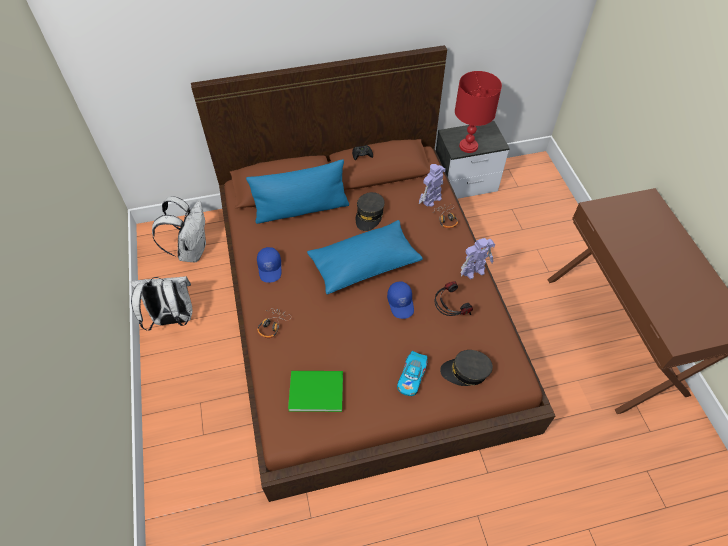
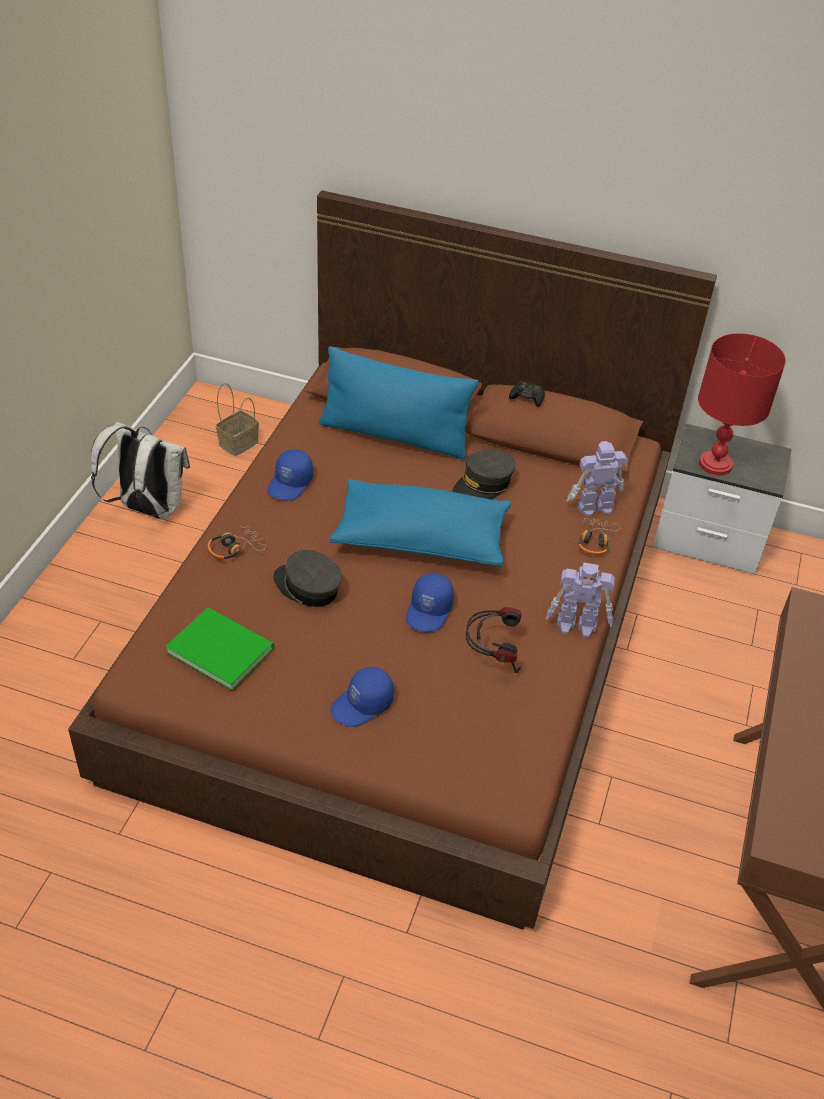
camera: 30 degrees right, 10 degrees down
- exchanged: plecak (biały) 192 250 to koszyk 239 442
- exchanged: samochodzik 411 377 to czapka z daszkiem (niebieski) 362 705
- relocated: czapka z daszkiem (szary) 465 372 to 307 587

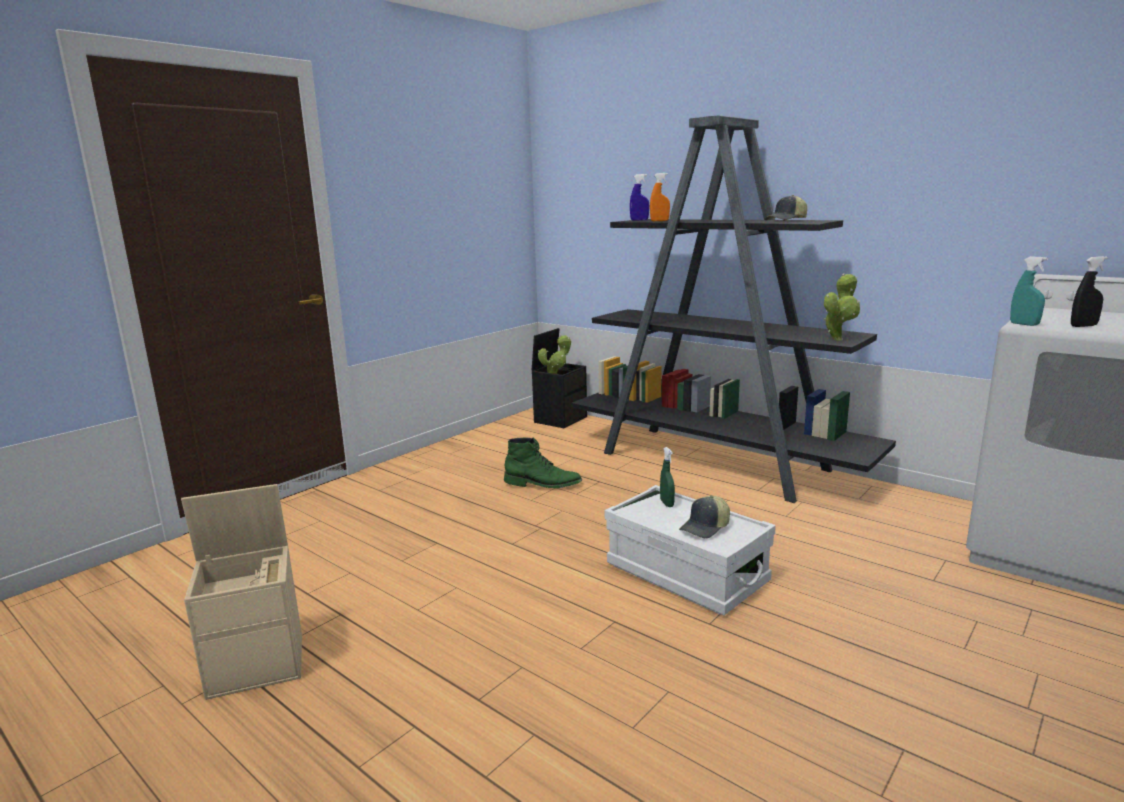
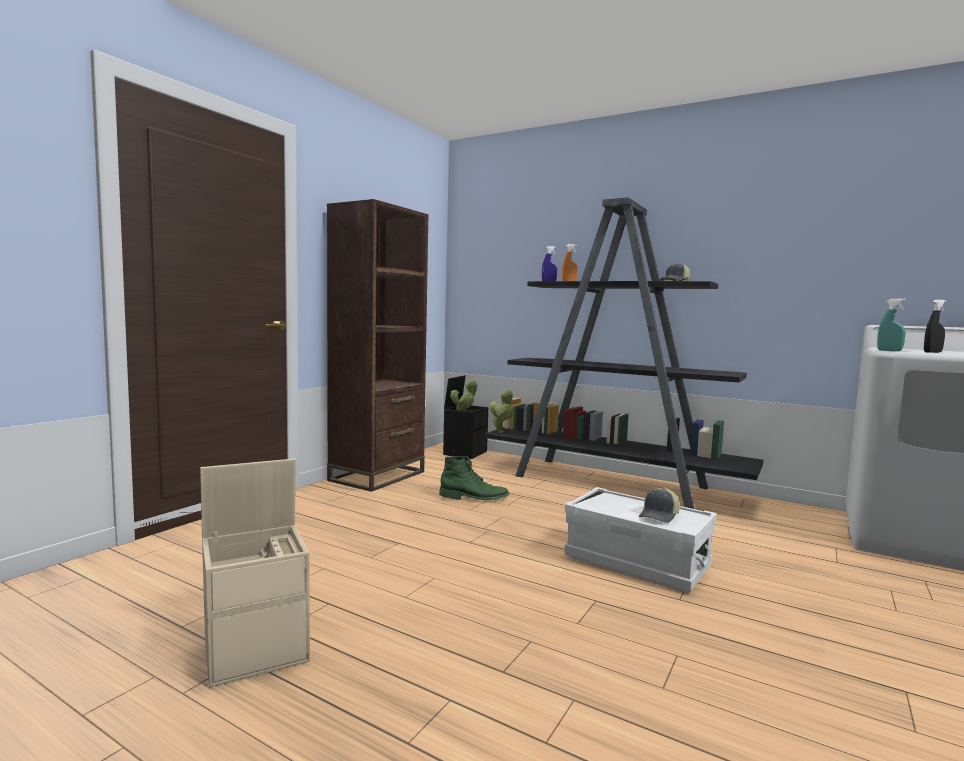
camera: 10 degrees left, 10 degrees down
- missing: spryskiwacz (zielony) 667 503
- relocated: roślina doniczkowa 838 339 to 501 431
- appeared: regał (brązowy) 377 476

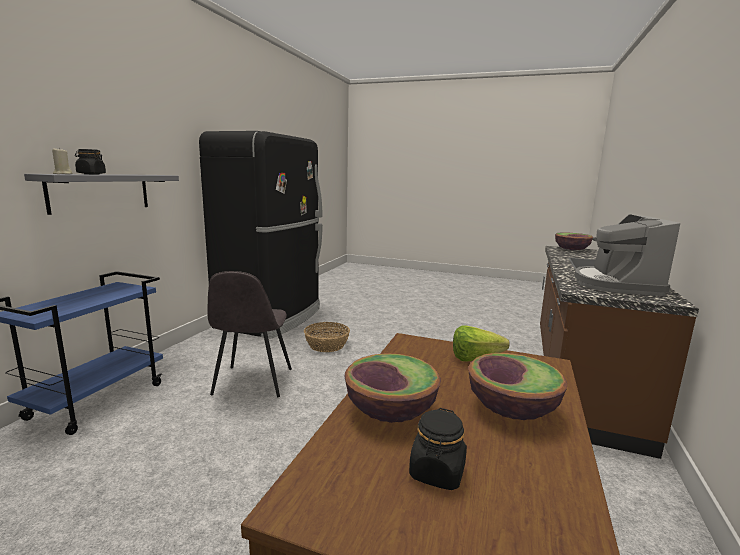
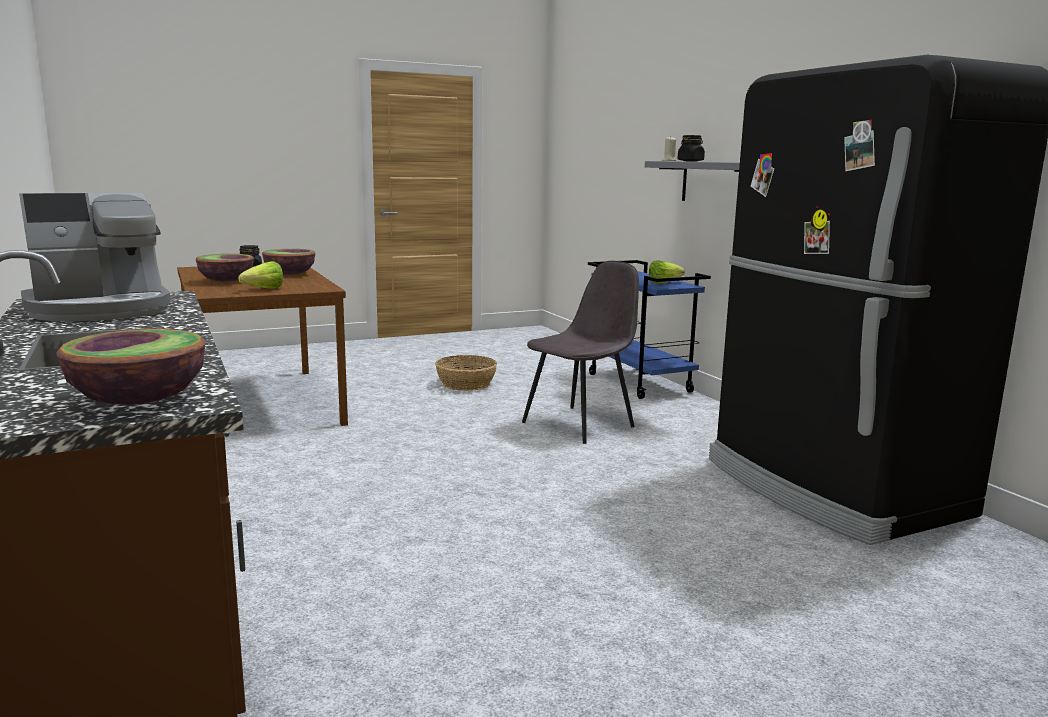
camera: 135 degrees right, 0 degrees up
- spun: krzesło (szary) 252 382 = 580 424 90 degrees clockwise
- relocated: koszyk 326 345 to 465 384
- spun: ekspres do kawy 616 284 = 101 309 90 degrees clockwise
- appeared: sałata 667 283

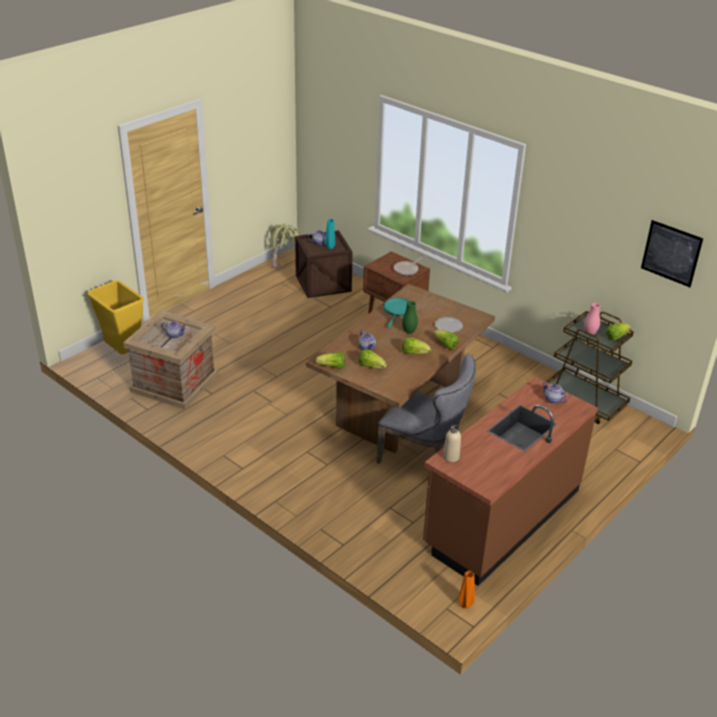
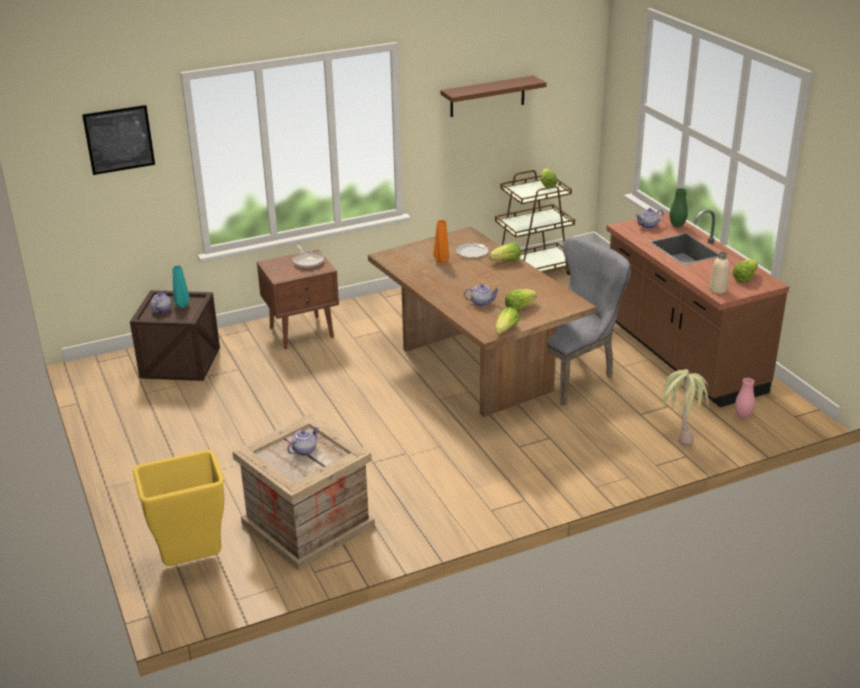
camera: 65 degrees left, 5 degrees down
- relocated: roślina doniczkowa 284 264 to 679 434
- missing: patelnia (turkusowy) 398 310
- relocated: wazon (zielony) 409 331 to 677 225
- relocated: sałata 414 352 to 744 278
- relocated: wazon (pomarańczowy) 464 604 to 441 261
- relocated: wazon (różowy) 590 333 to 743 415
- relocated: obraz 671 253 to 119 139
- appeared: półka (brązowy) 487 96

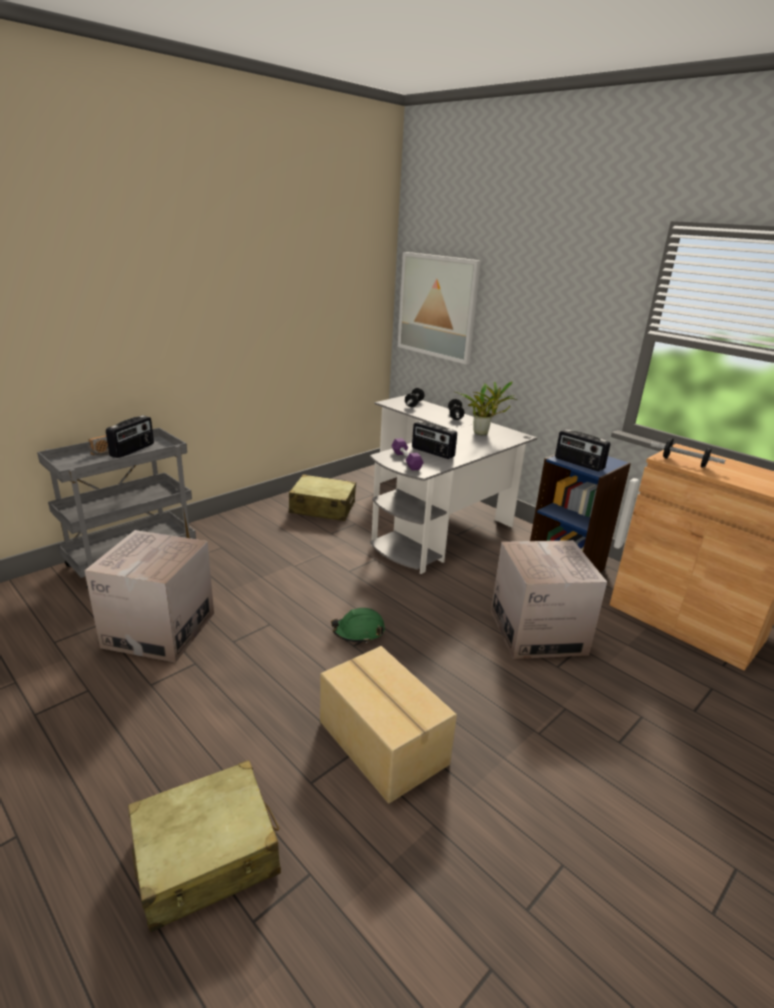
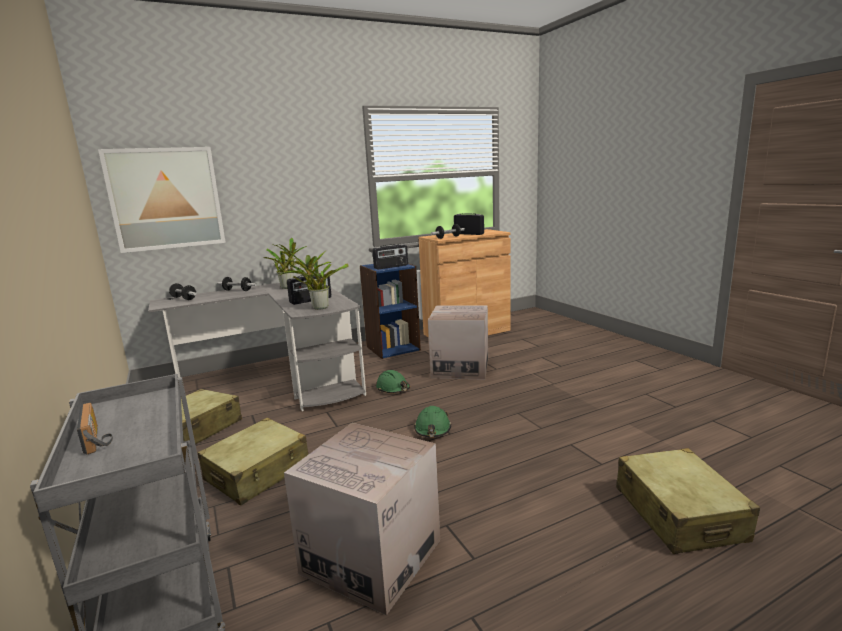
camera: 70 degrees left, 10 degrees down
- relocated: radio 133 450 to 469 234
- missing: karton 382 743
- exchanged: hantel (fioletowy) 406 460 to roślina doniczkowa 318 307
- appeared: walizka (beżowy) 258 472
- appeared: kask (zielony) 393 389

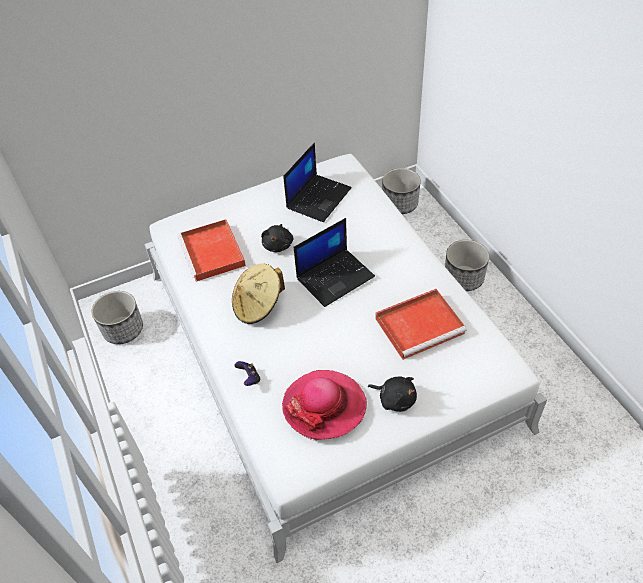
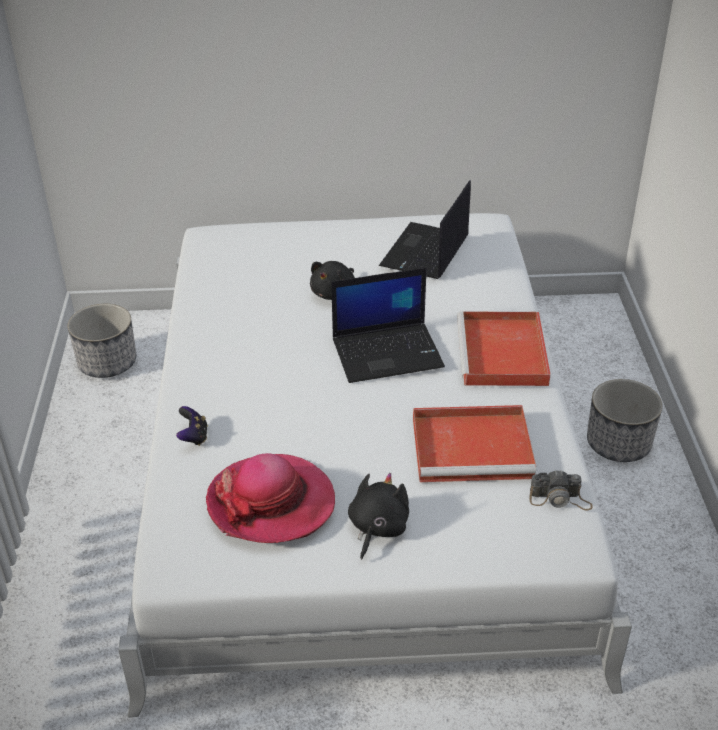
camera: 20 degrees right, 10 degrees down
- relocated: taca (czerwony) 213 253 to 503 354
- missing: kapelusz (beżowy) 258 306
- spun: laptop 318 197 = 425 252 150 degrees clockwise
- spun: pluszak (czarny) 395 399 = 377 528 120 degrees counterclockwise
- missing: donica 400 204
- appeared: aparat fotograficzny 560 499

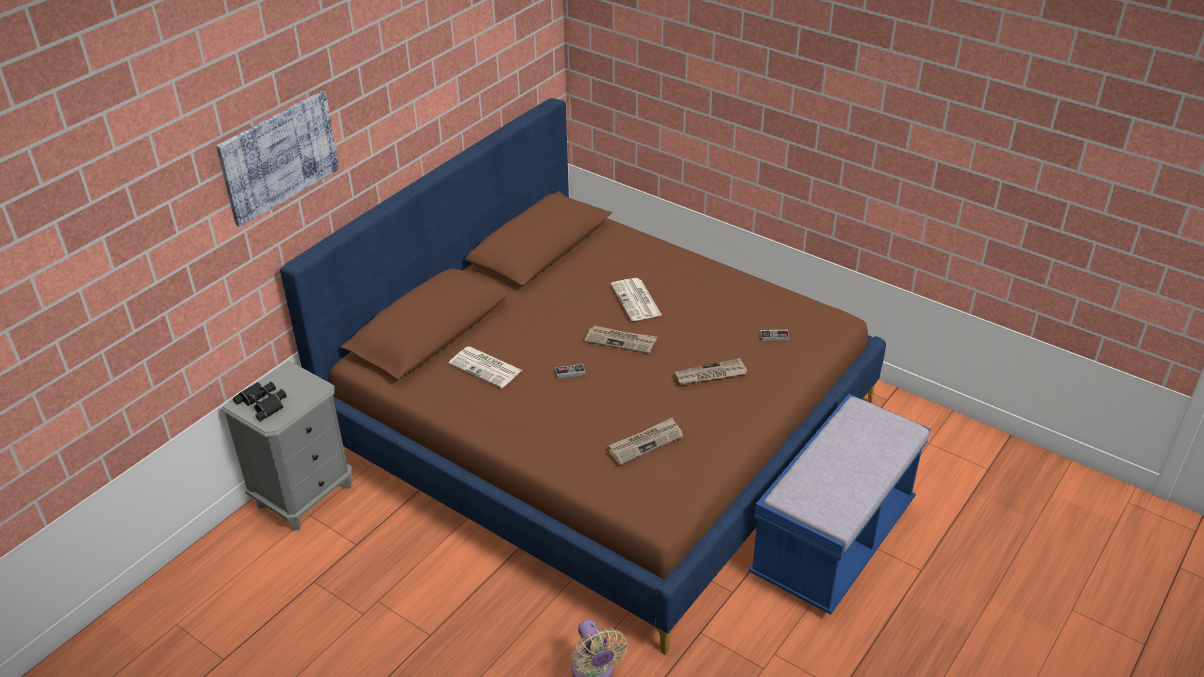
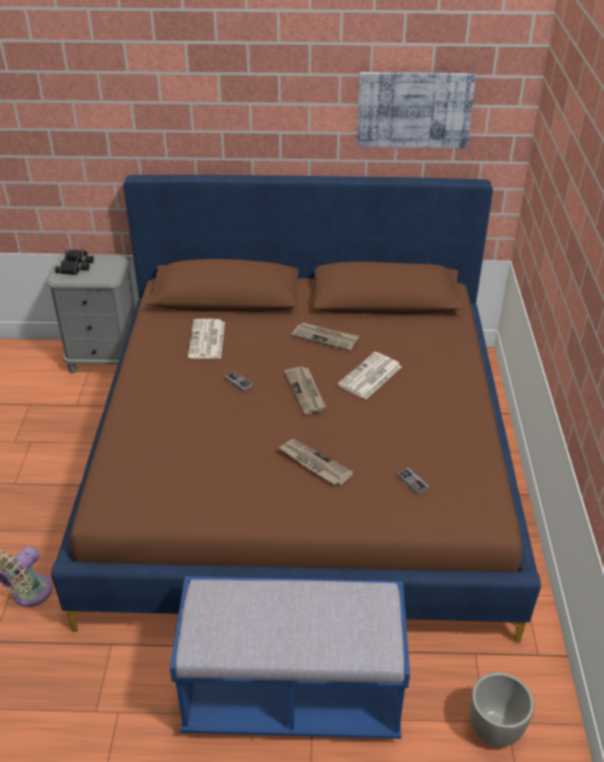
camera: 55 degrees right, 0 degrees up
- relocated: obraz 278 157 to 414 109
- relocated: gazeta 645 442 to 325 338
- appeared: donica (szary) 495 729

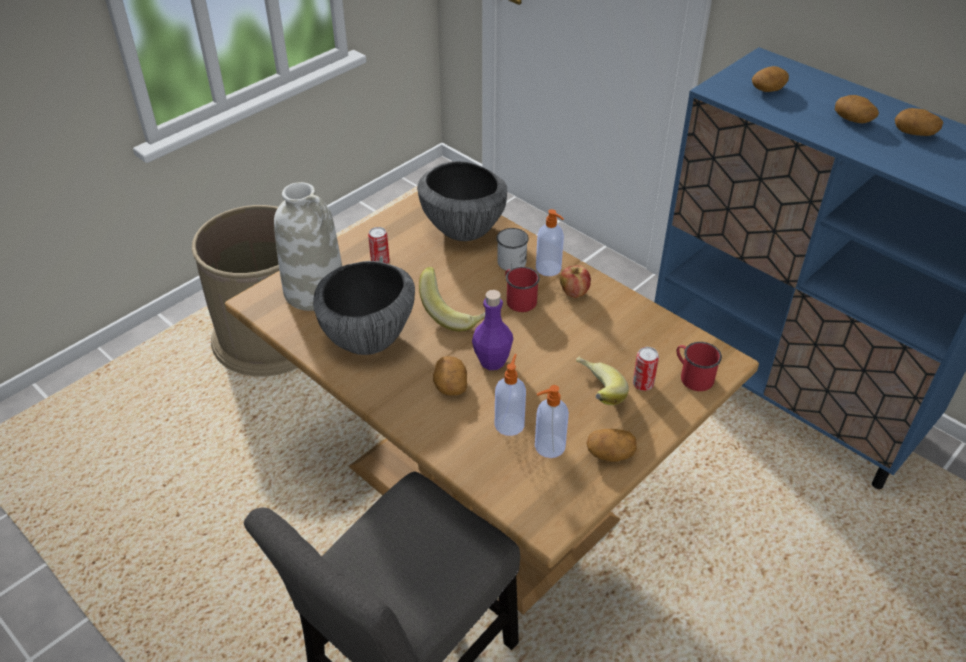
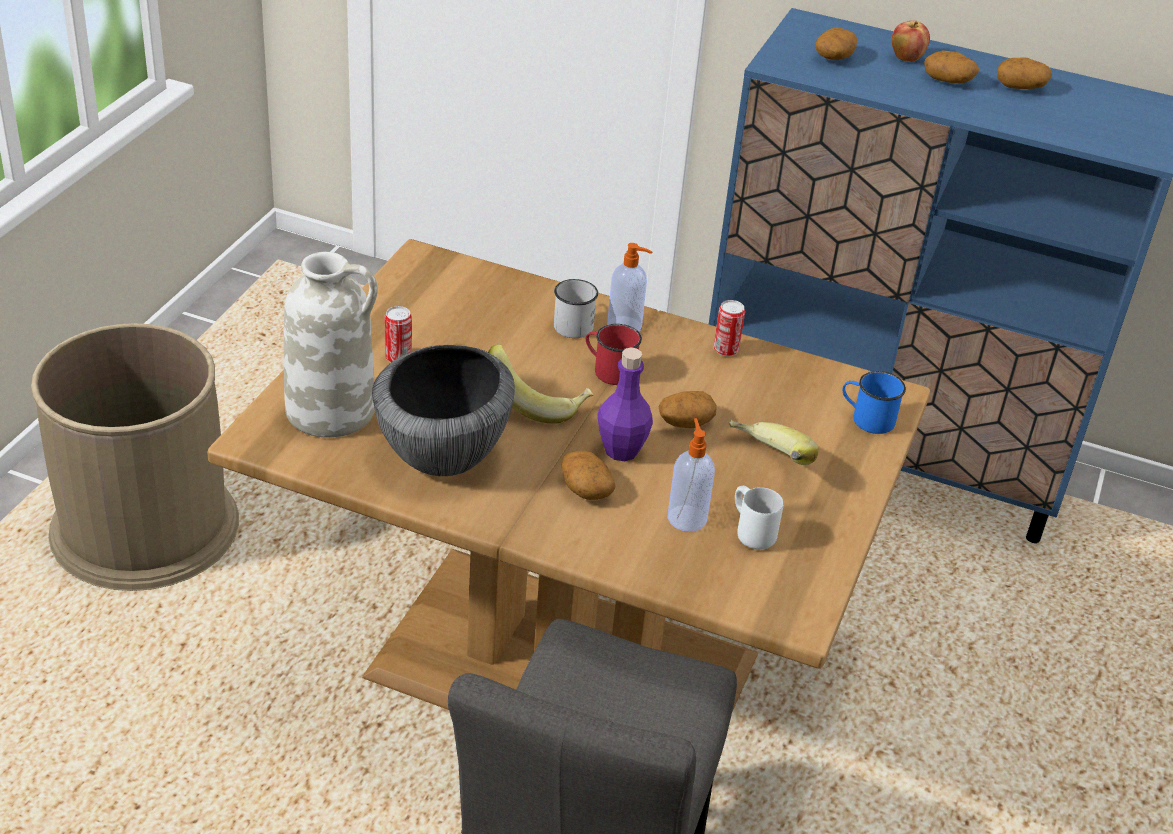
camera: 25 degrees left, 5 degrees down
- missing: miska 464 230
- exchanged: dozownik mydła 548 447 to kubek (biały) 748 533
- relocated: jabłko 574 293 to 906 58
- relocated: ziemniak 610 453 to 685 422
- relocated: puszka 643 384 to 725 350
- colour: kubek (czerwony) 692 376 to kubek (niebieski) 867 418

